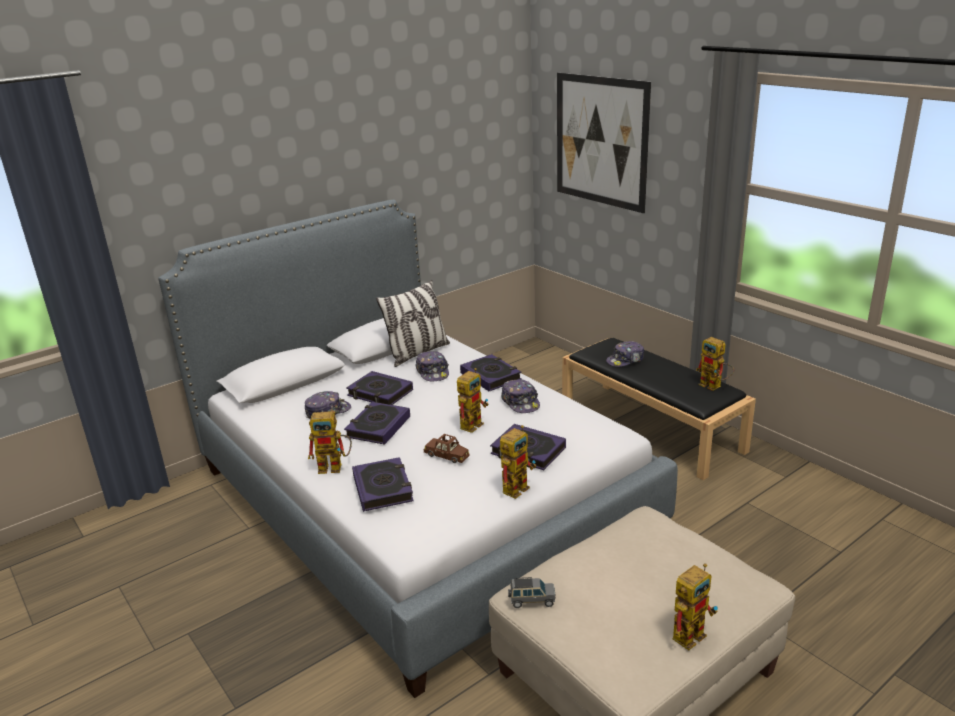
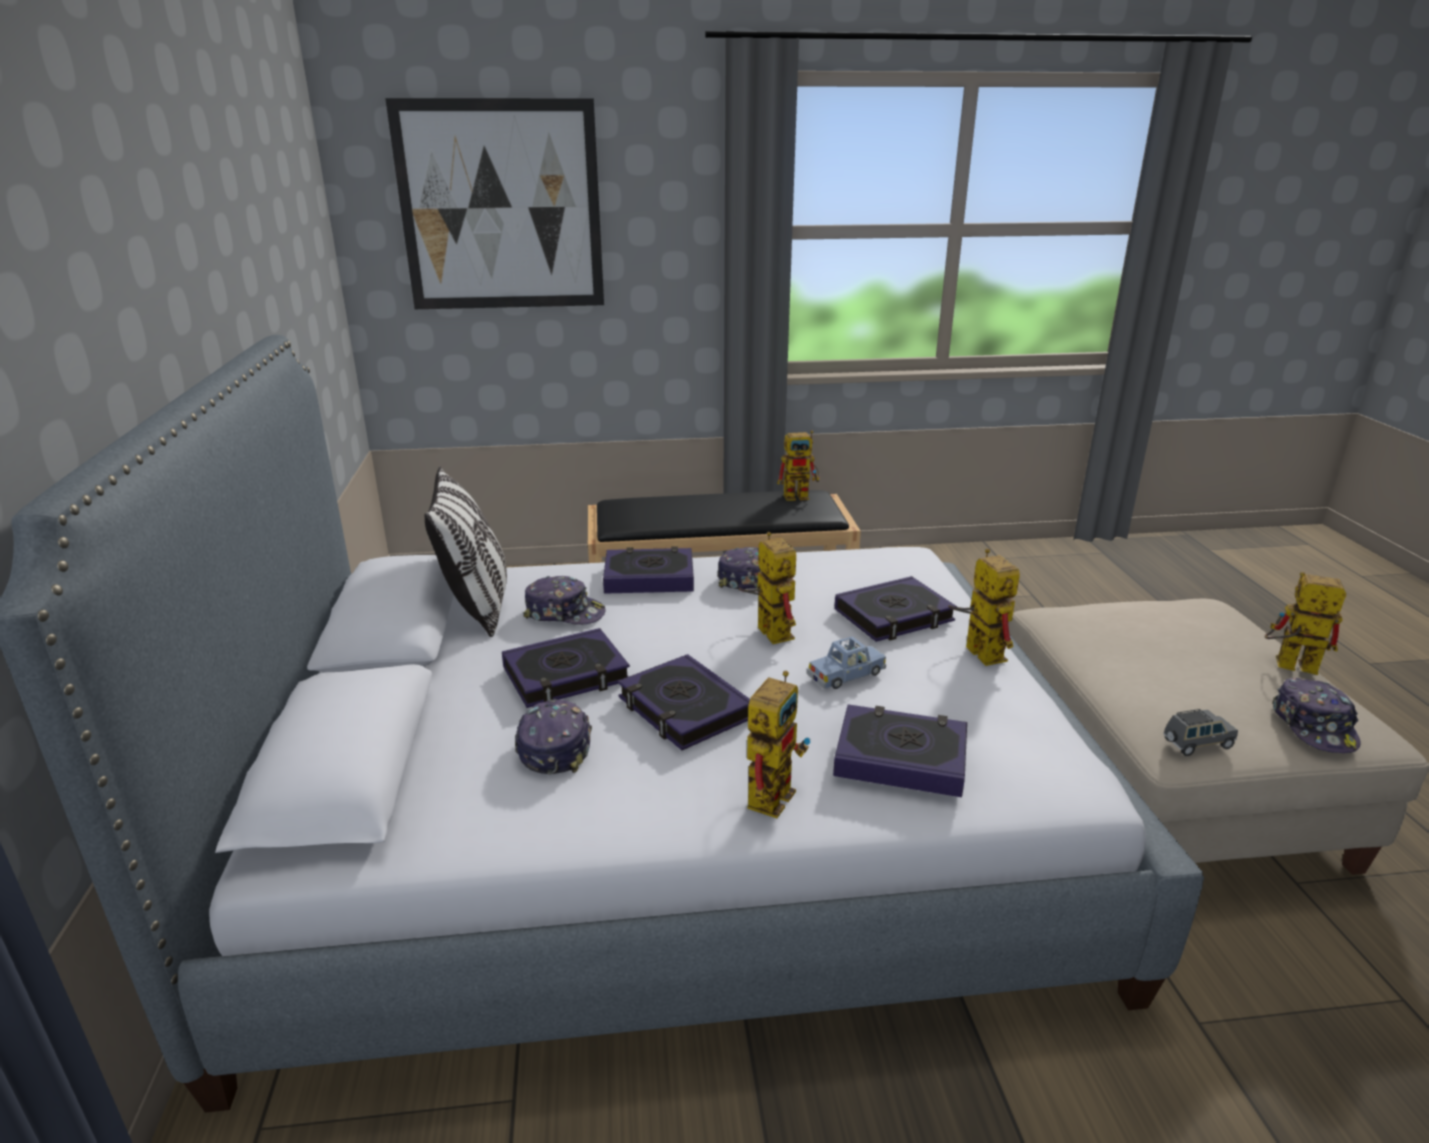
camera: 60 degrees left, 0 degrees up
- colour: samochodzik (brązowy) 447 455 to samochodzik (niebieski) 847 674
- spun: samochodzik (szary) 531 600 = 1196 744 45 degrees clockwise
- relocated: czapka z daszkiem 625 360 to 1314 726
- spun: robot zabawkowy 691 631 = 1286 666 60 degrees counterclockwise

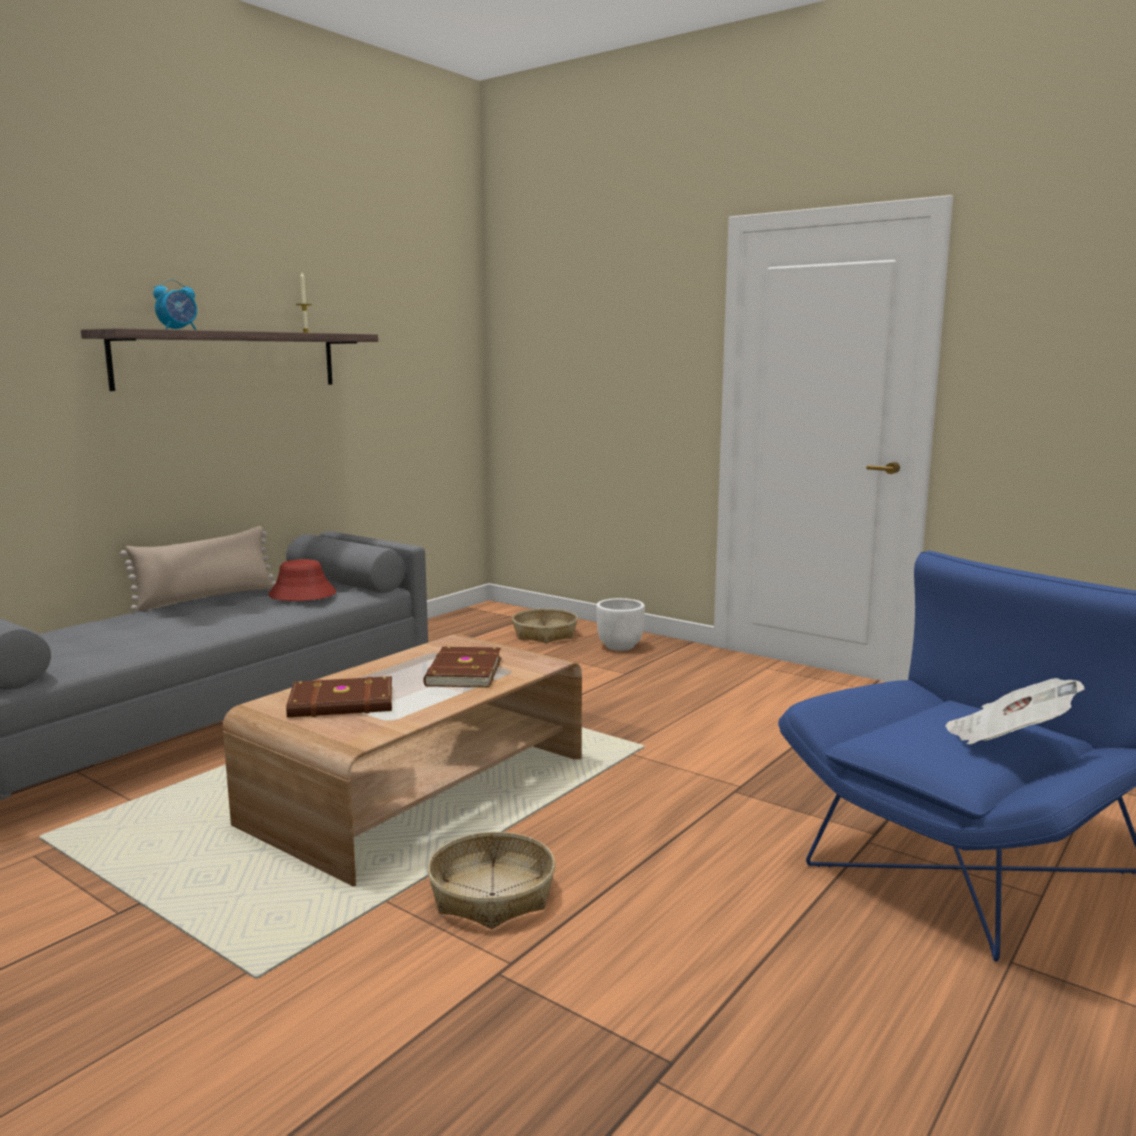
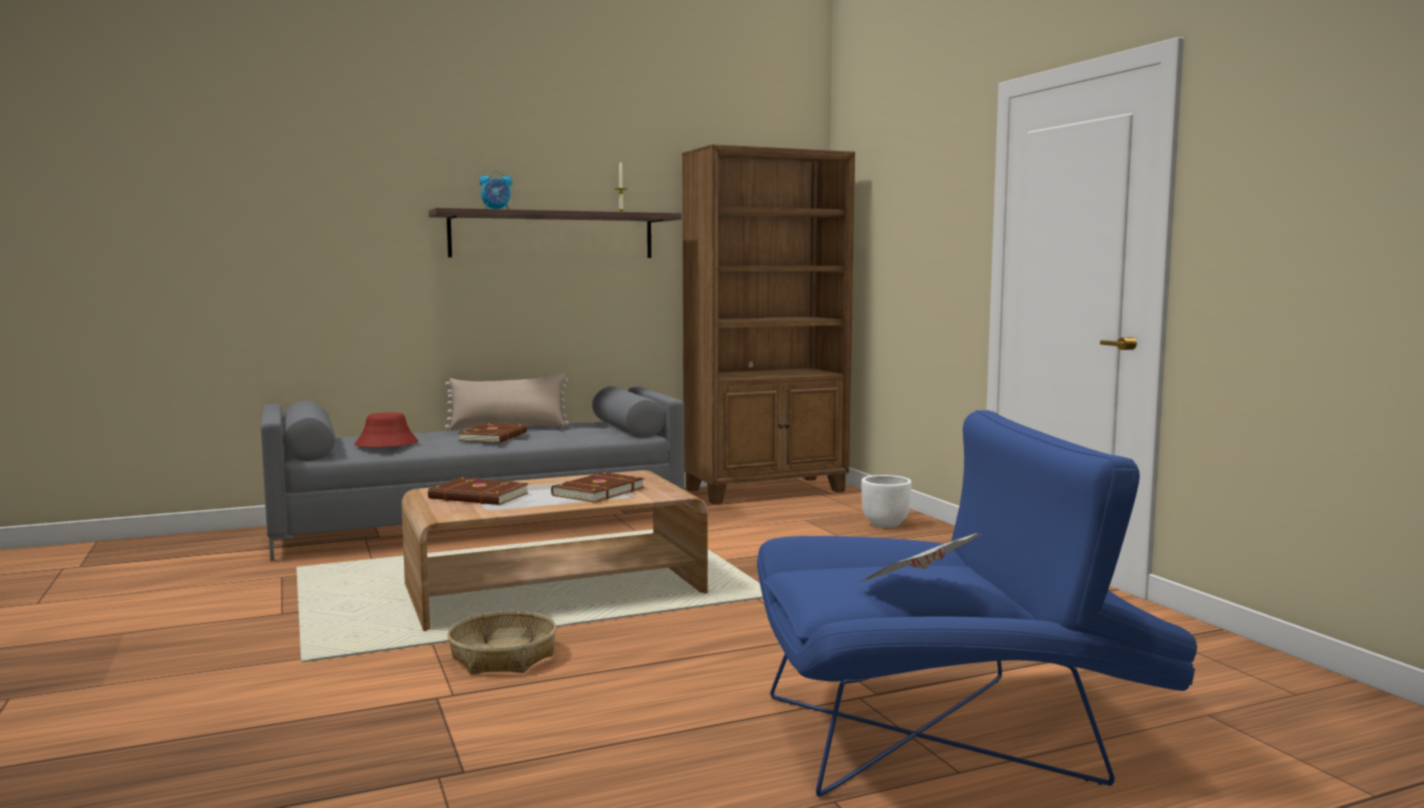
camera: 30 degrees right, 5 degrees down
- relocated: kapelusz (czerwony) 302 595 to 386 444
- missing: koszyk 544 634
- appeared: książka (brązowy) 495 437
- appeared: regał (brązowy) 767 490

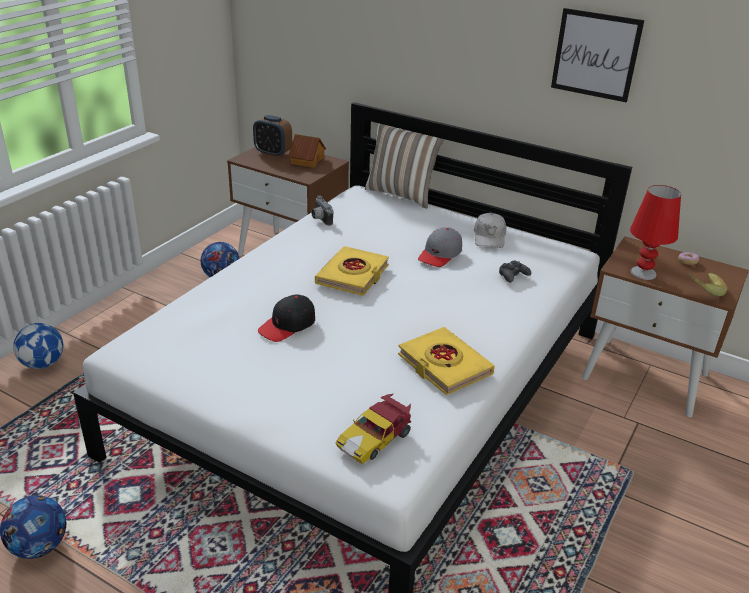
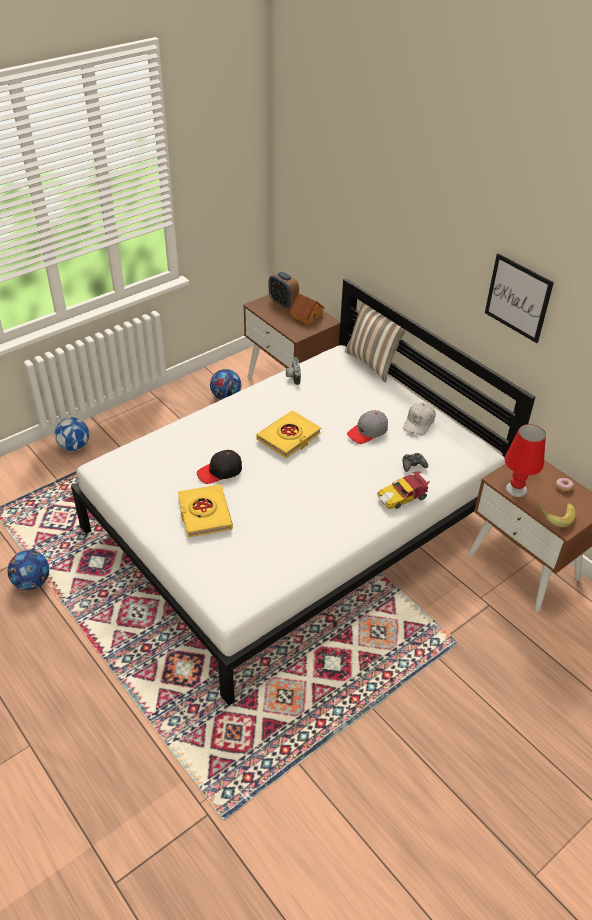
camera: 20 degrees right, 10 degrees up
- relocated: samochodzik 375 439 to 403 497
- relocated: książka (żółty) 444 365 to 204 514

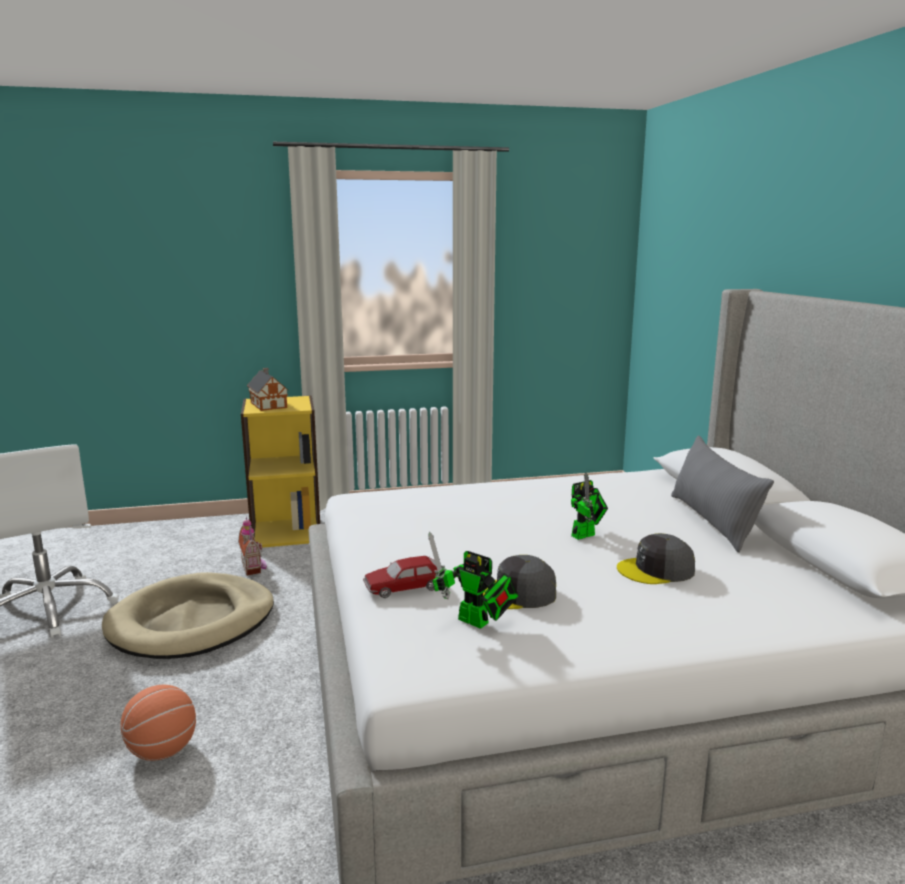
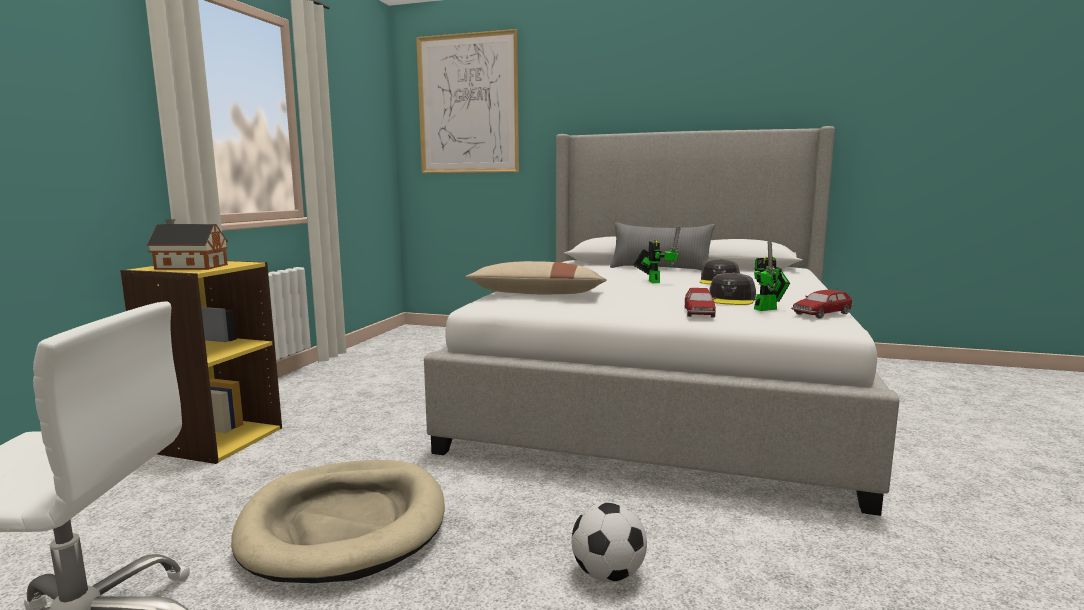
camera: 60 degrees left, 5 degrees down
- exchanged: piłka do koszykówki 162 751 to piłka futbolowa 608 574
- missing: domek 254 567
- appeared: obraz 468 104
- appeared: poduszka (beżowy) 538 294
- appeared: samochodzik 821 314

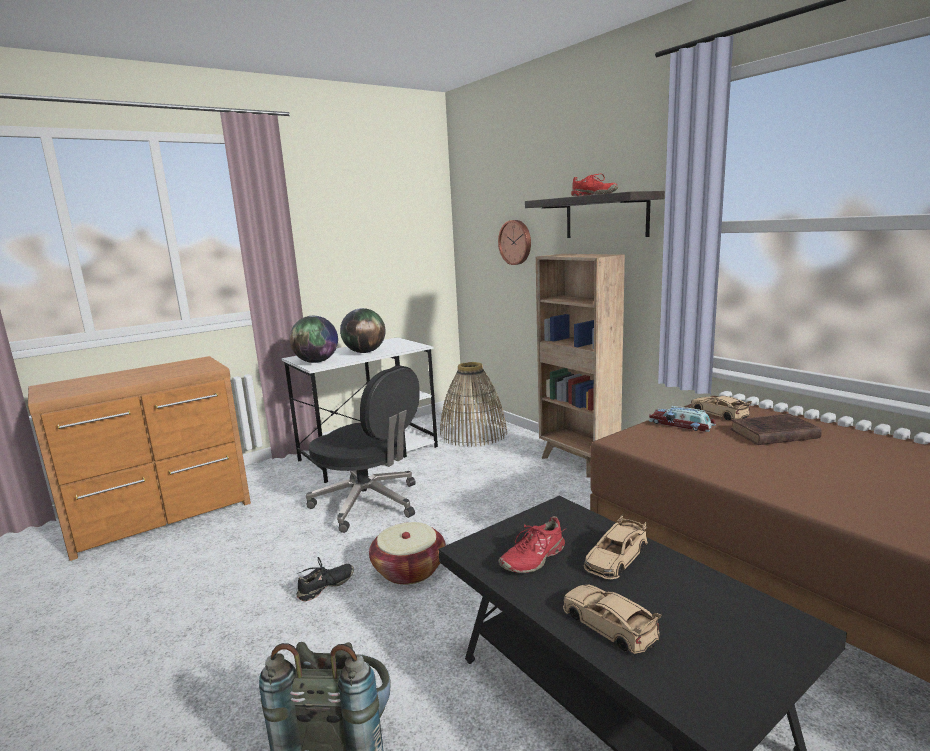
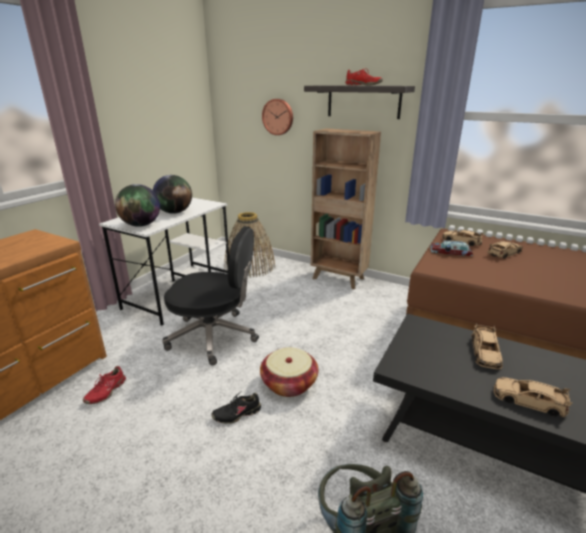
camera: 25 degrees left, 10 degrees up
- spun: but (czarny) 326 587 = 237 413 135 degrees counterclockwise
- relocated: but (czerwony) 532 558 to 106 391
- exchanged: książka (brązowy) 772 434 to samochodzik (beżowy) 504 253

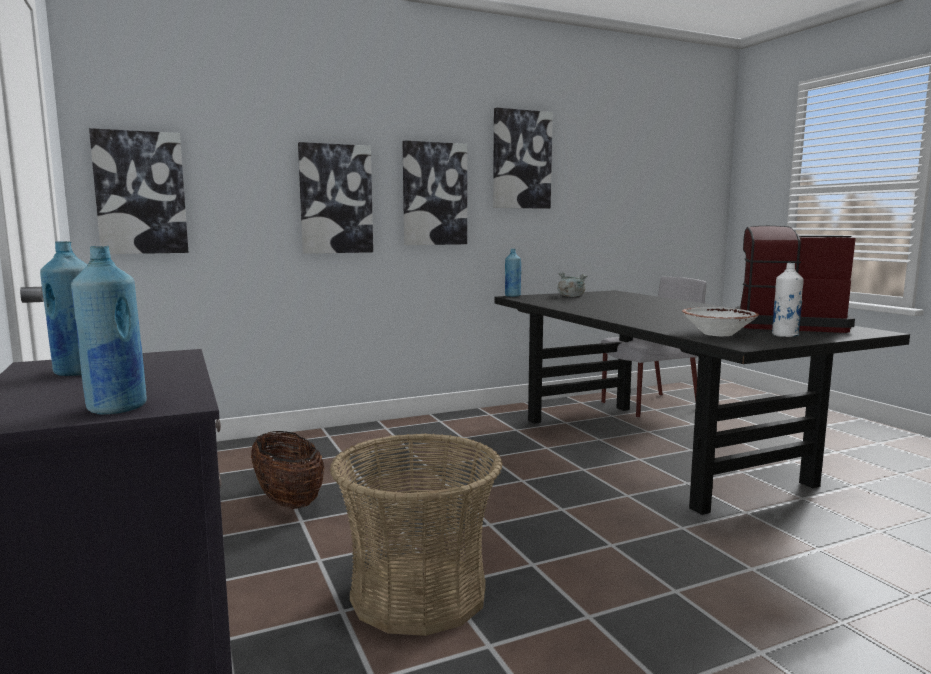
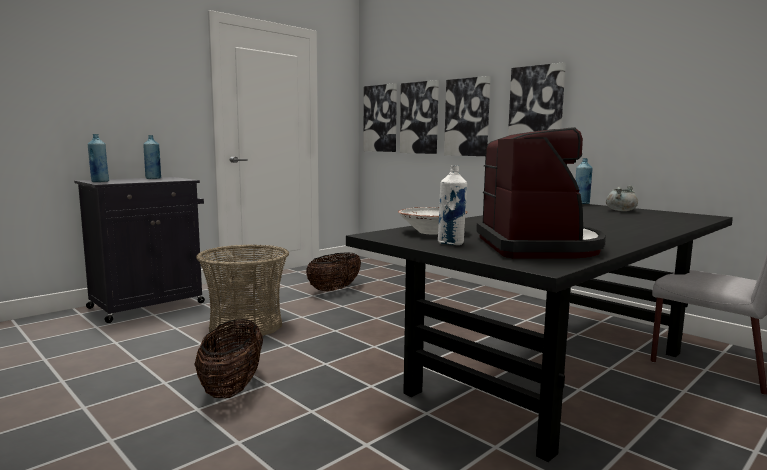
camera: 70 degrees right, 0 degrees up
- relocated: obraz 521 160 to 420 118
- appeared: koszyk 232 387

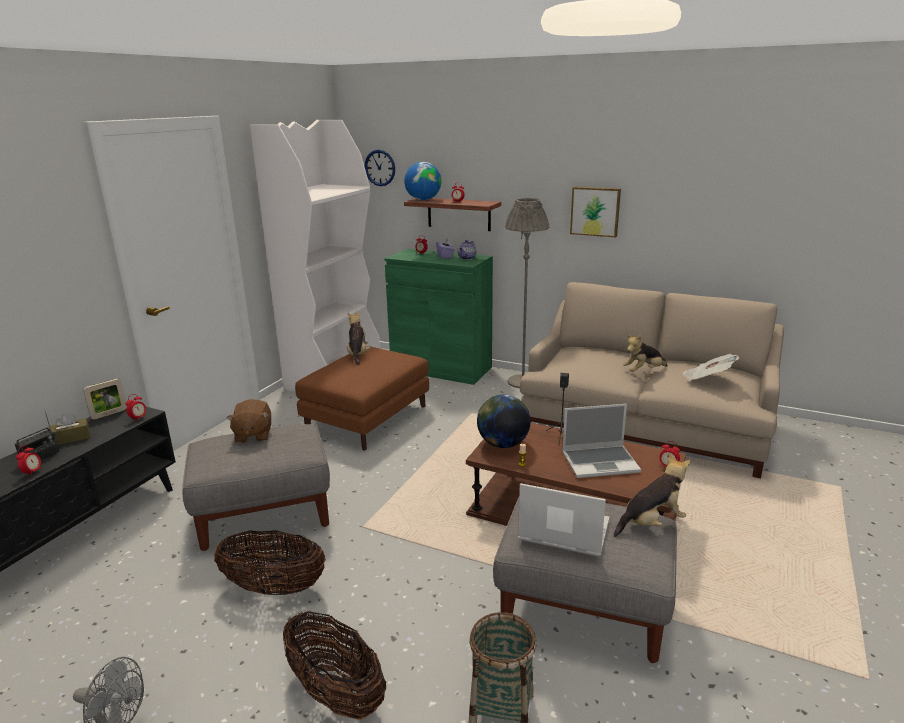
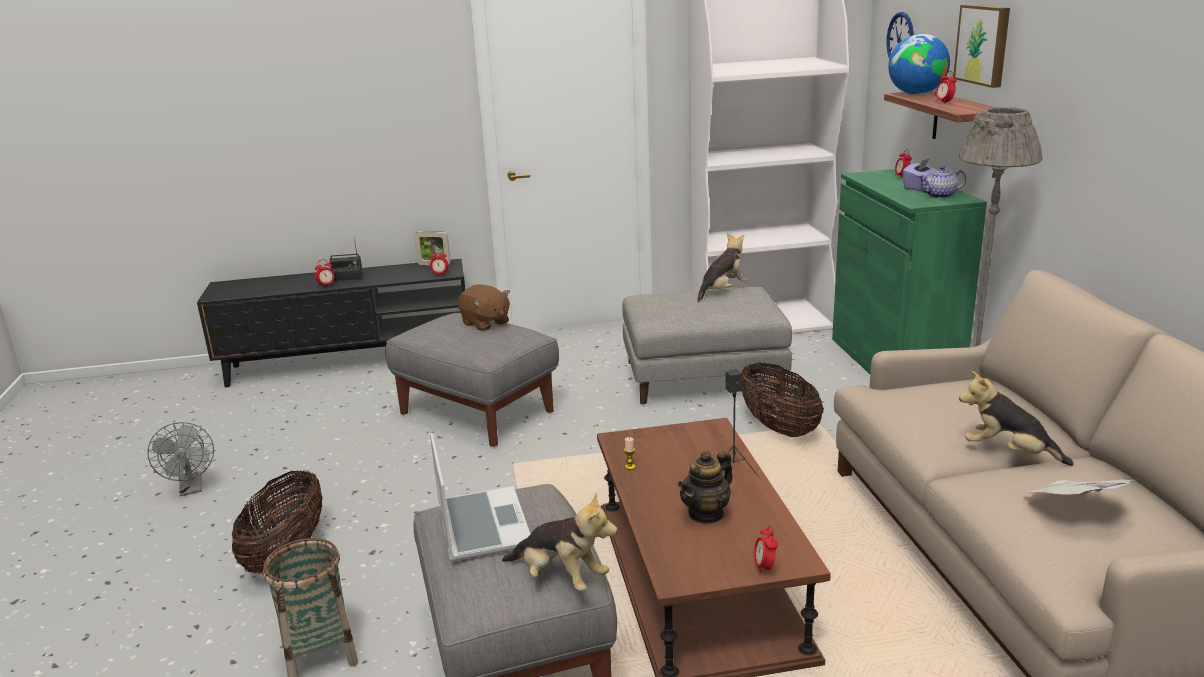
camera: 55 degrees right, 0 degrees up
- missing: pudełko chusteczek (brązowy) 71 438
- relocated: koszyk 274 587 to 778 427
- spun: pluszak (brązowy) 253 435 = 485 323 90 degrees counterclockwise
- colour: pufa (brązowy) 367 420 to pufa (szary) 701 378
- missing: globus 502 444
- exchanged: laptop 600 462 to imbryk 706 514
- relocated: obraz 595 211 to 984 44

